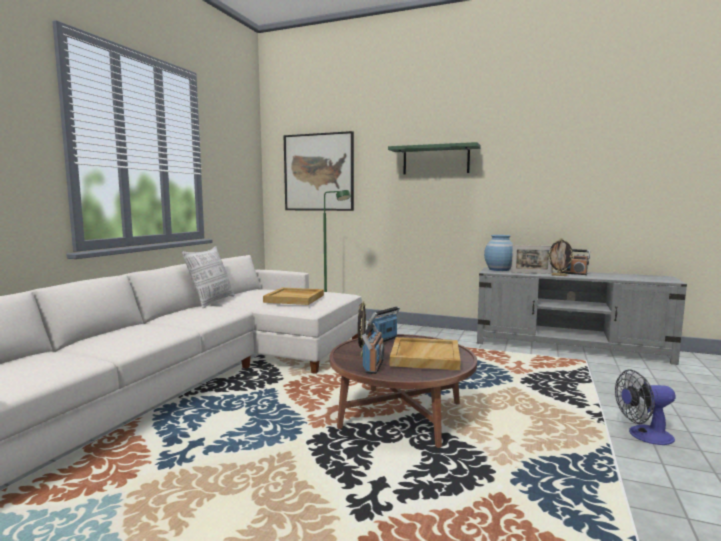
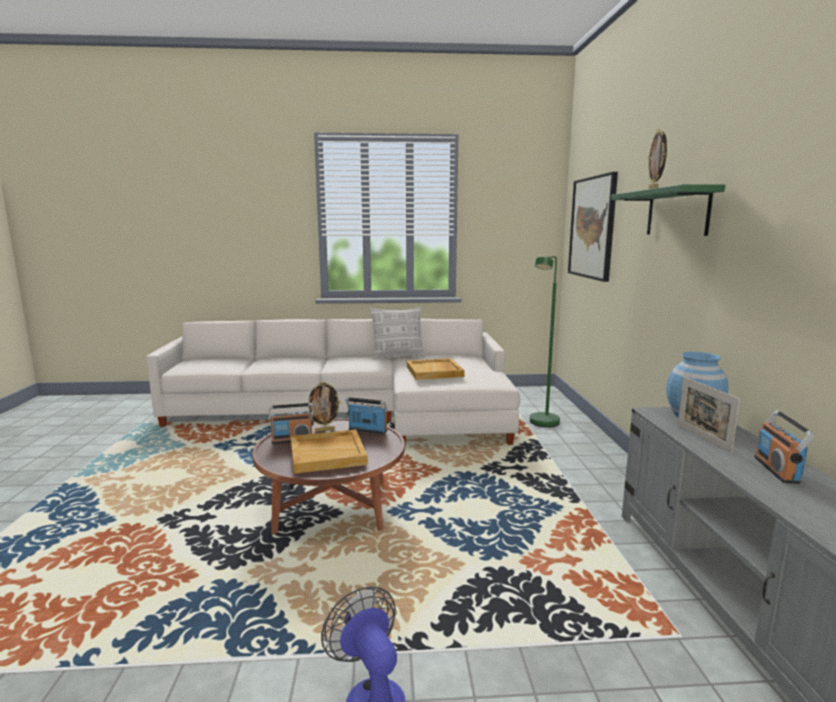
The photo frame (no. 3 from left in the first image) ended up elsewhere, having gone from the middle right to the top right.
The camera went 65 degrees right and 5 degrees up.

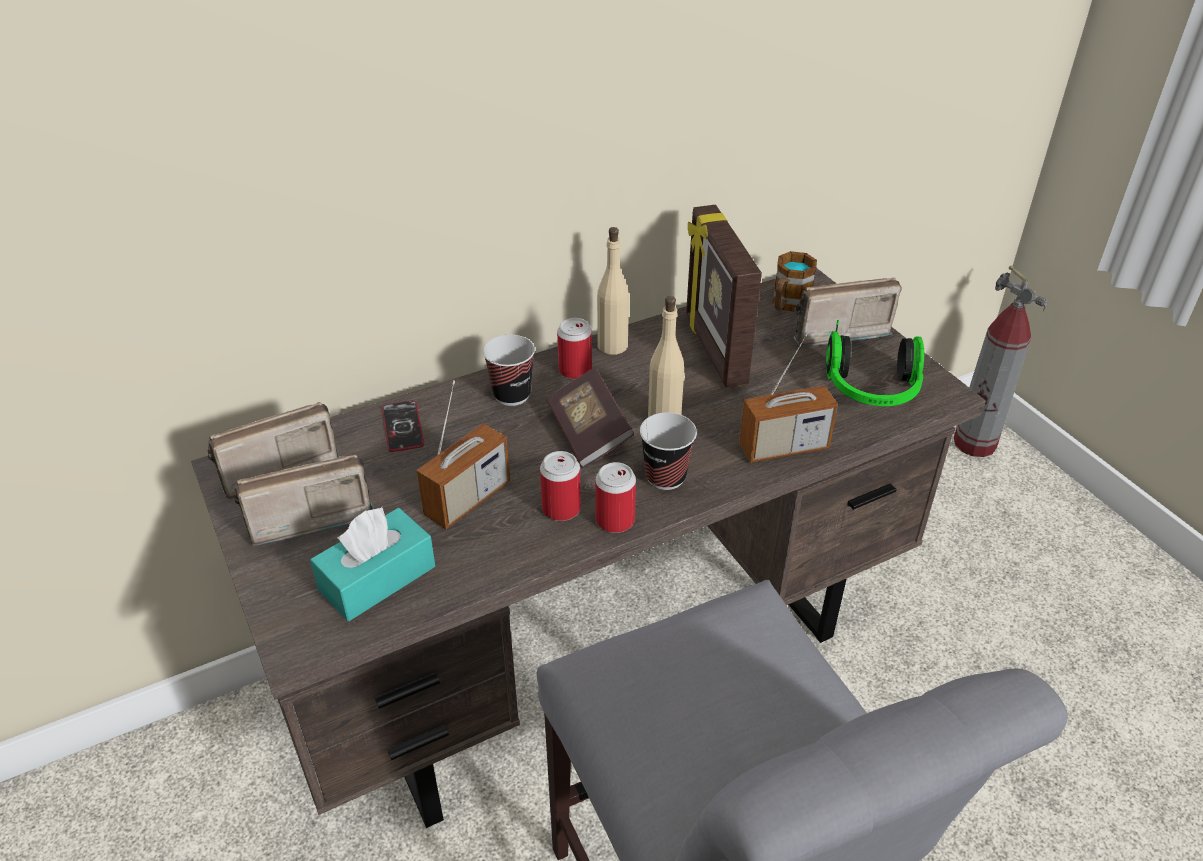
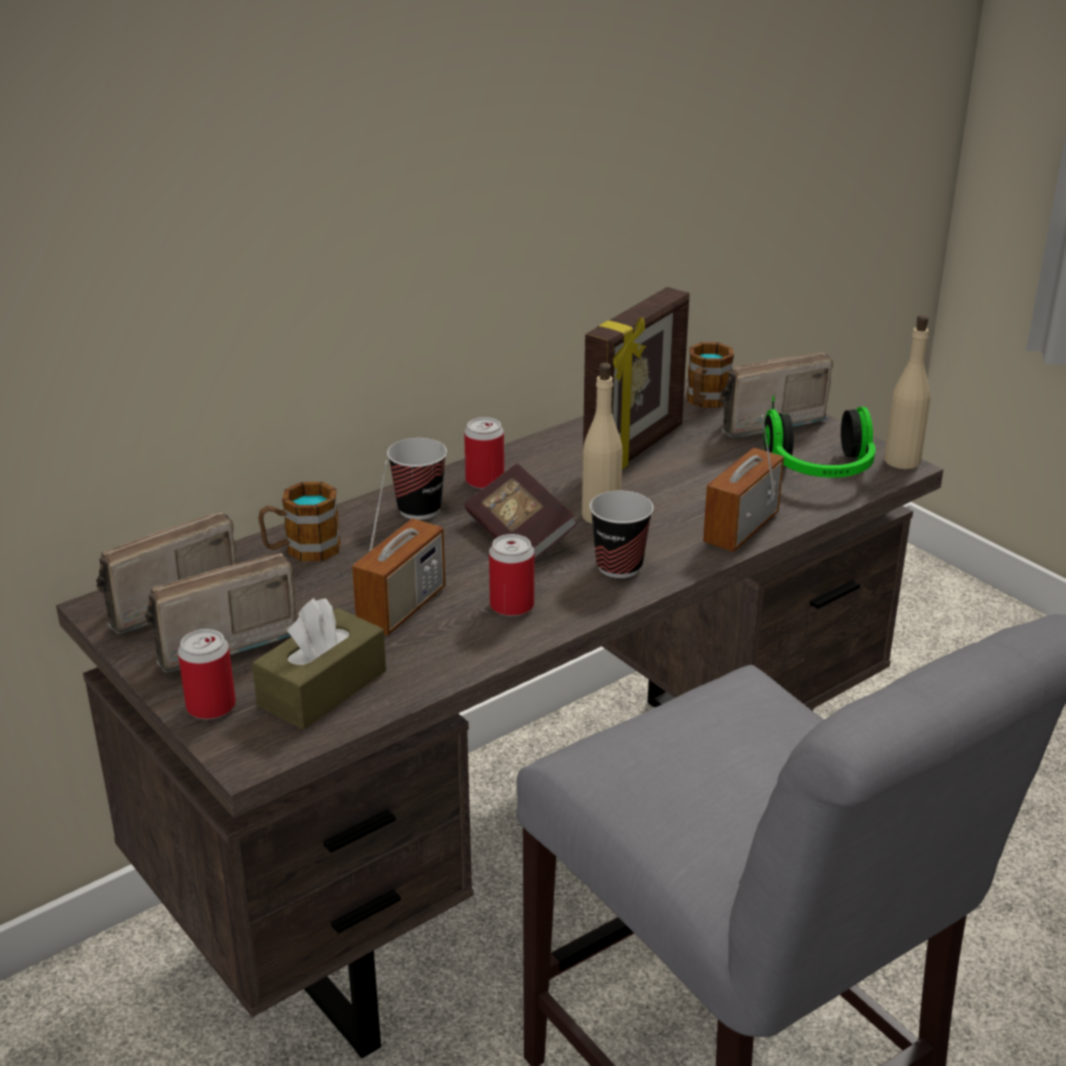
What was the tissue box (turquoise) at the middle left turned into the tissue box (brownish) at the middle left.
Where the phone stood at the centre, the tea mug (no. 1 from left) came to stand at the middle left.
The metal can (no. 3 from left in the first image) ended up elsewhere, having gone from the centre to the middle left.
The drink bottle (sand-coloured) (no. 1 from left in the first image) ended up elsewhere, having gone from the centre to the middle right.
The photo frame at the centre ended up facing another way, 120 degrees counterclockwise from before.
The radio receiver (no. 4 from left) at the centre ended up facing another way, 150 degrees clockwise from before.
The second view lost the fire-fighting cylinder at the middle right.
The camera went 10 degrees left and 10 degrees down.

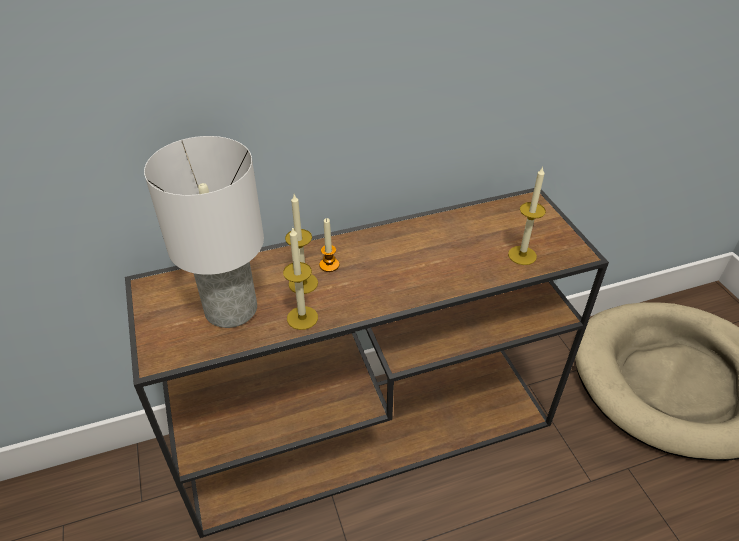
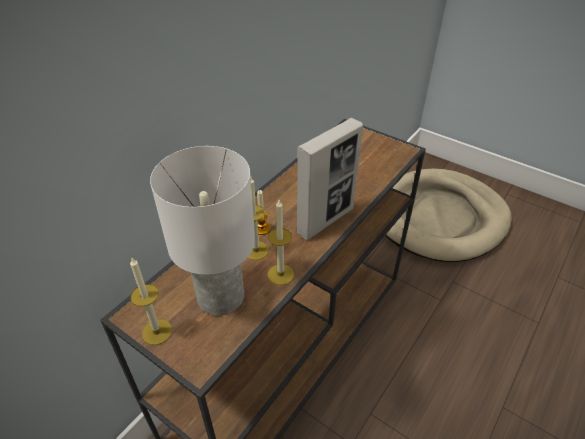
The candle (no. 4 from left in the first image) ended up elsewhere, having gone from the middle right to the bottom left.
The second view gained the photo frame at the centre.
The camera went 35 degrees left and 0 degrees up.

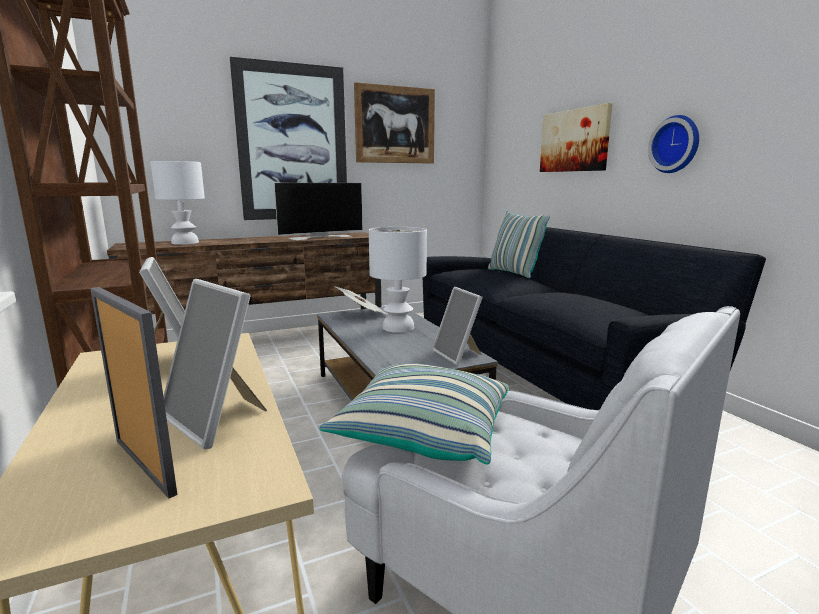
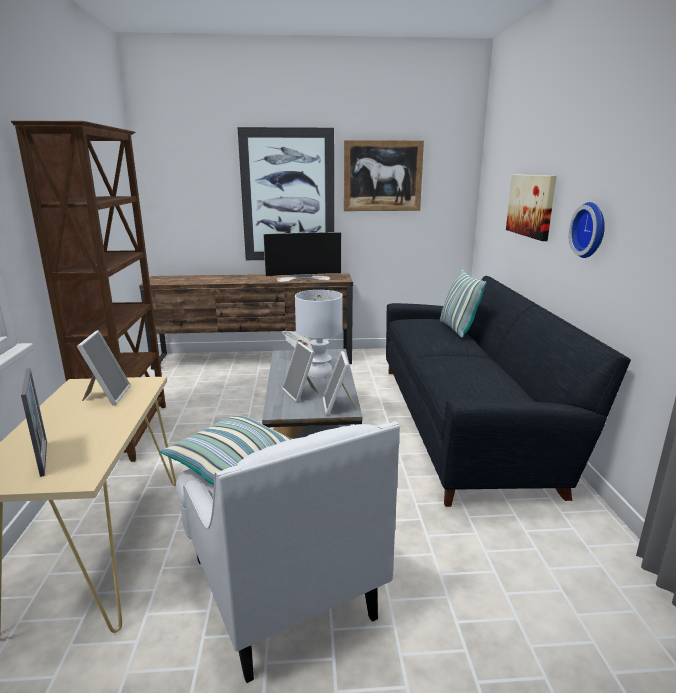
The second view lost the tabletop lamp (white-coloured) (no. 1 from left) at the top left.
The photo frame (no. 3 from left) ended up elsewhere, having gone from the middle left to the centre.
The camera went 20 degrees right and 5 degrees up.

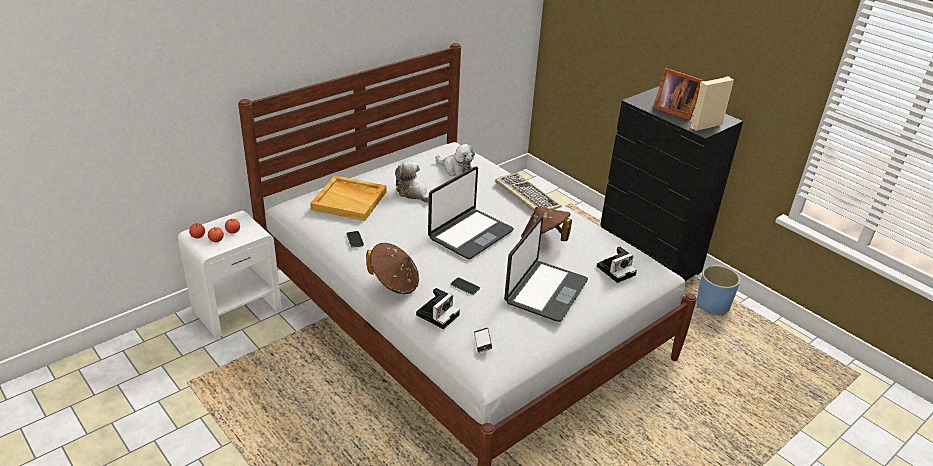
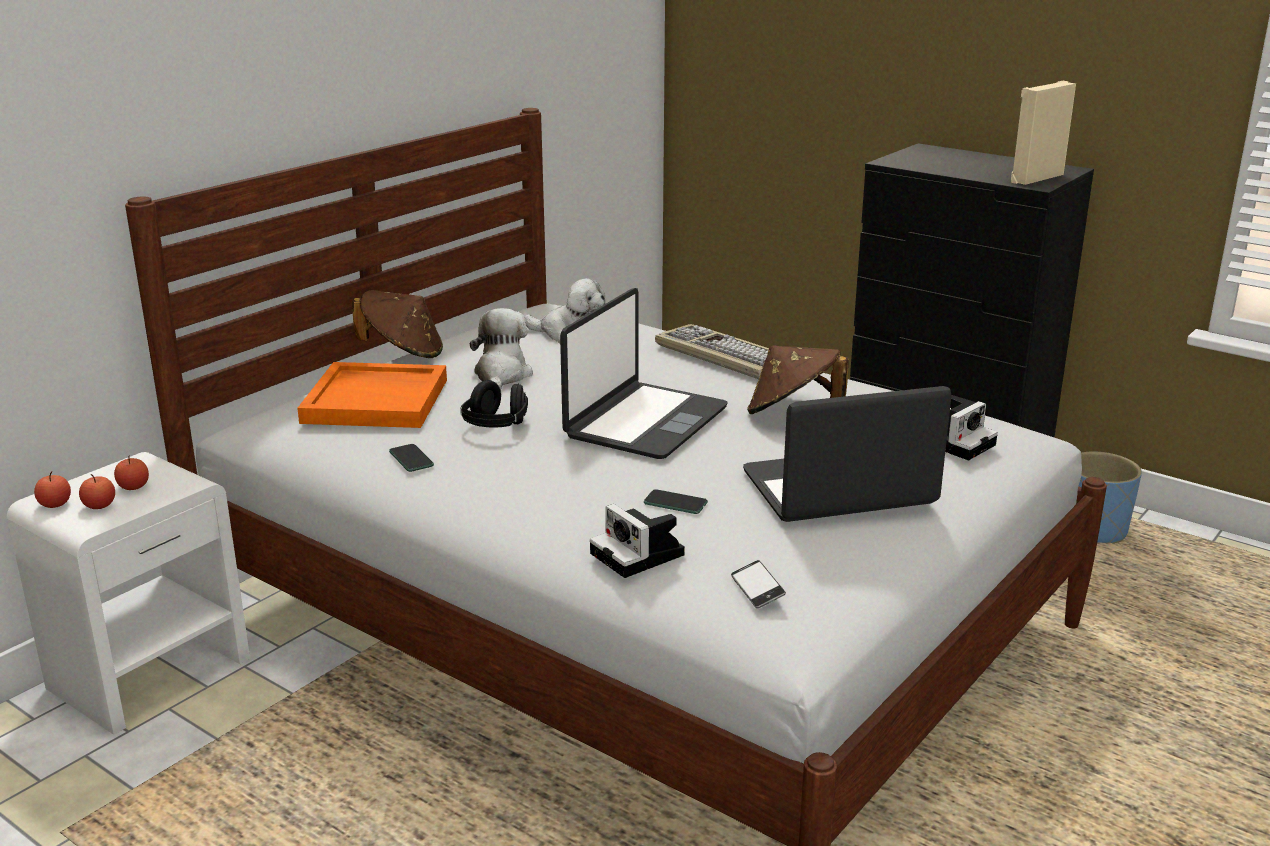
What was the tray (sand-coloured) at the centre turned into the tray (orange) at the middle left.
The wearable hat (brownish) (no. 1 from left) ended up elsewhere, having gone from the centre to the middle left.
The soft toy (no. 1 from left) at the centre ended up facing another way, 60 degrees clockwise from before.
The still camera (no. 1 from left) at the centre ended up facing another way, 120 degrees clockwise from before.
The portable computer (no. 2 from left) at the centre ended up facing another way, 120 degrees counterclockwise from before.
The second view lost the photo frame at the top right.
The second view gained the headset (blackish) at the centre.
The camera went 10 degrees left and 10 degrees down.

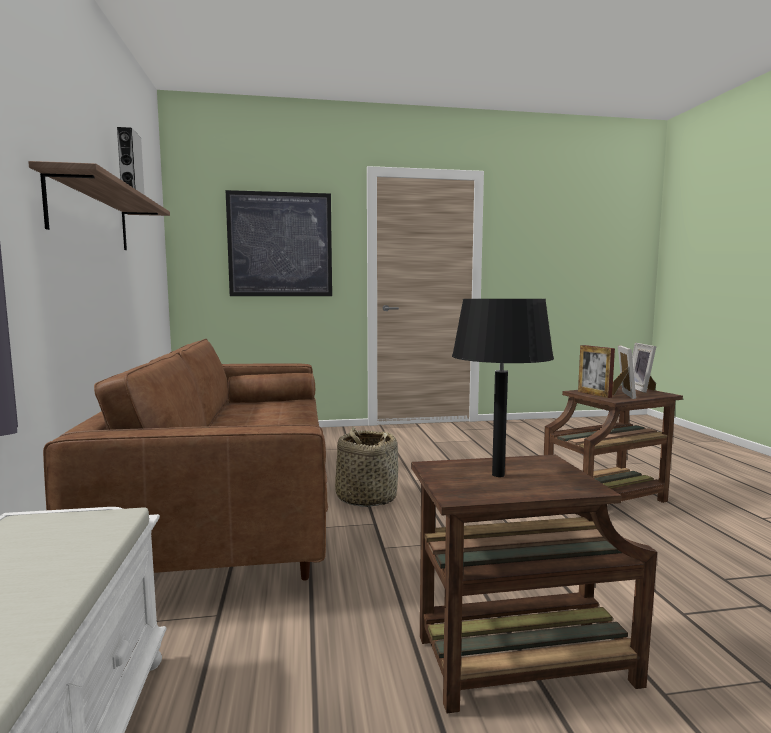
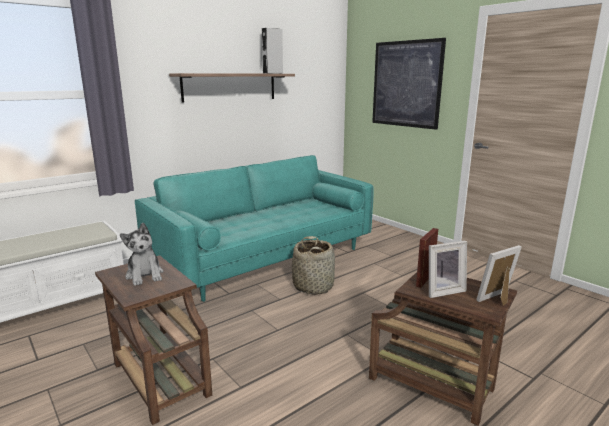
What was the sofa (brownish) at the middle left turned into the sofa (turquoise) at the centre.
Where the tabletop lamp (blackish) stood at the centre, the soft toy came to stand at the middle left.
The camera went 60 degrees right and 10 degrees up.

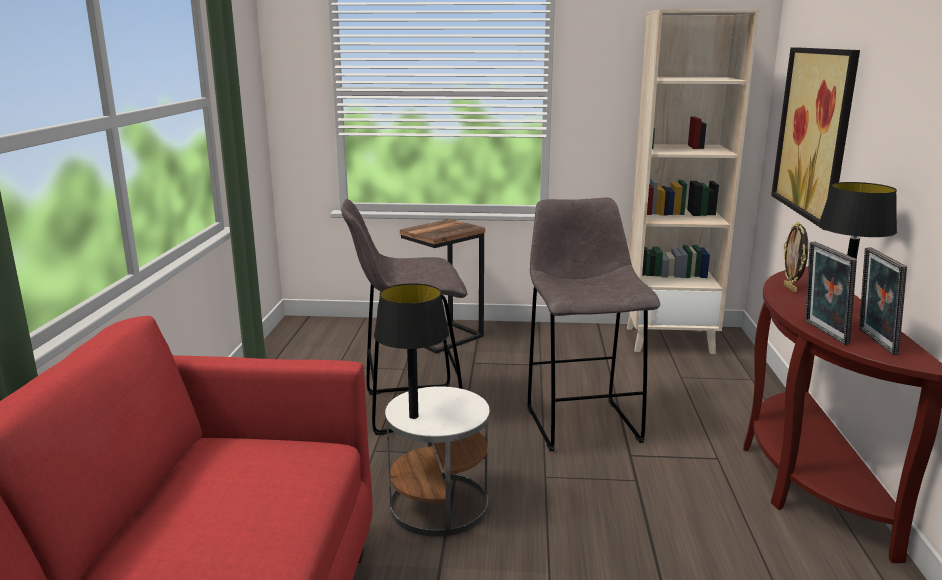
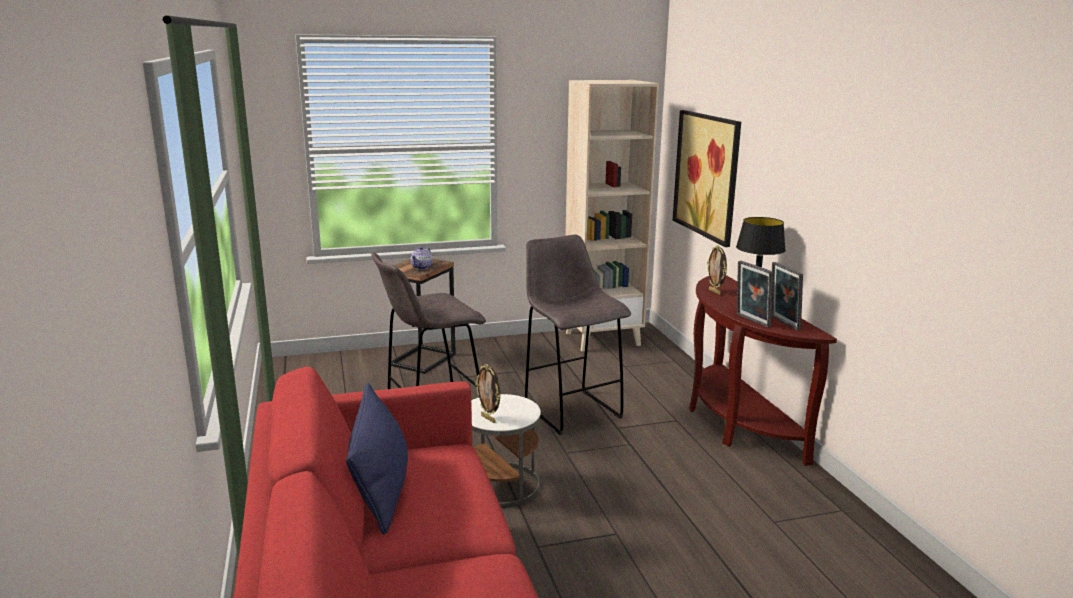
Where the tabletop lamp (blackish) (no. 1 from left) stood at the centre, the photo frame (no. 1 from left) came to stand at the centre.
The second view gained the pillow (blue-coloured) at the bottom centre.
The second view gained the tea pot at the centre.
The camera went 20 degrees left and 0 degrees up.

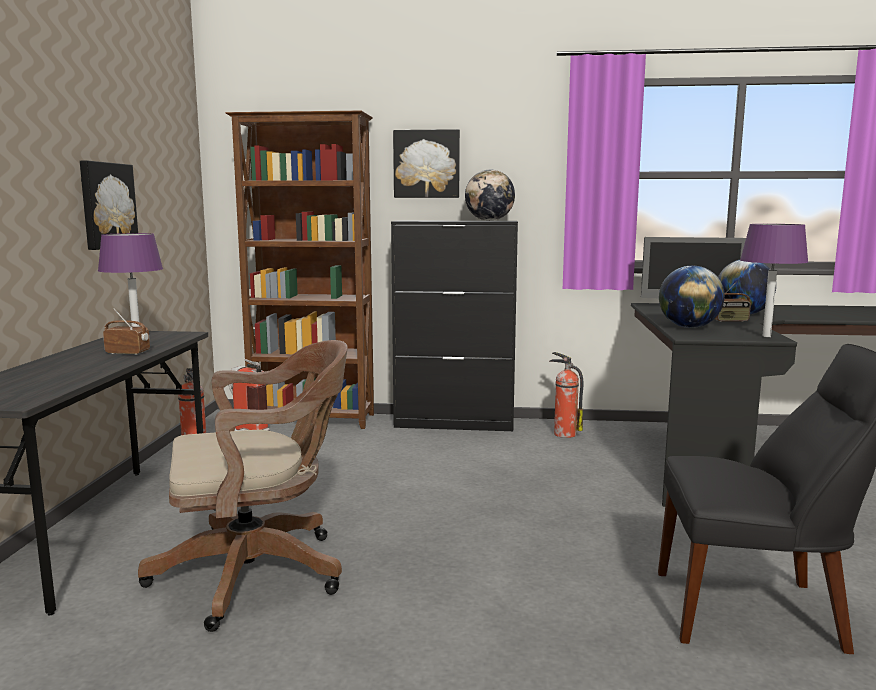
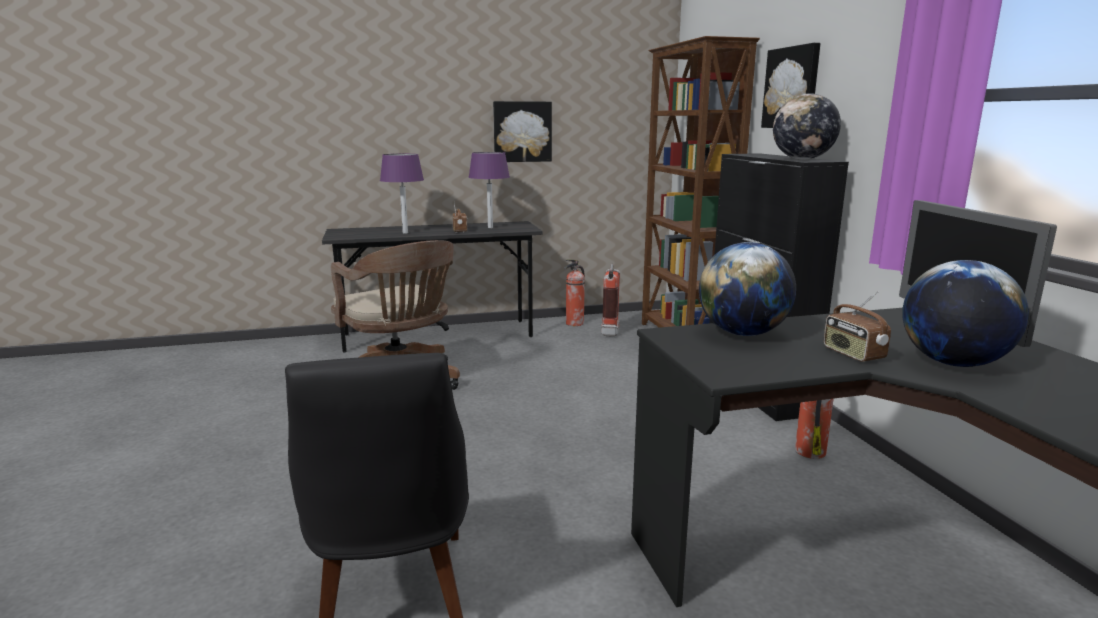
The tabletop lamp (purple-coloured) (no. 2 from left in the first image) ended up elsewhere, having gone from the middle right to the top centre.
The camera went 70 degrees right and 5 degrees up.

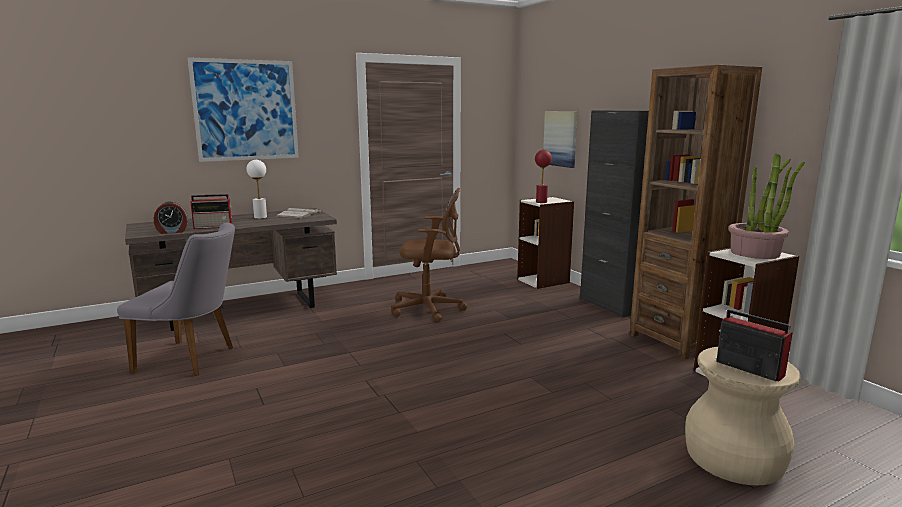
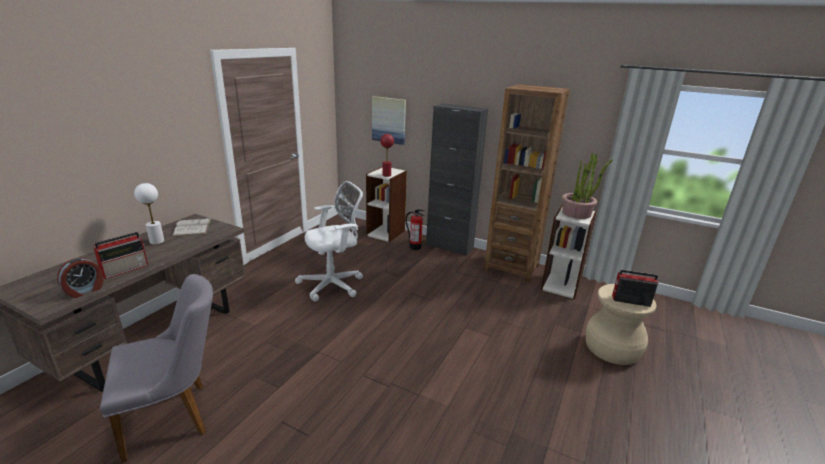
The second view lost the wall picture (no. 1 from left) at the top left.
What was the office chair (brownish) at the centre turned into the office chair (white-coloured) at the centre.
The second view gained the fire-fighting cylinder at the centre.
The camera went 35 degrees left and 10 degrees up.

